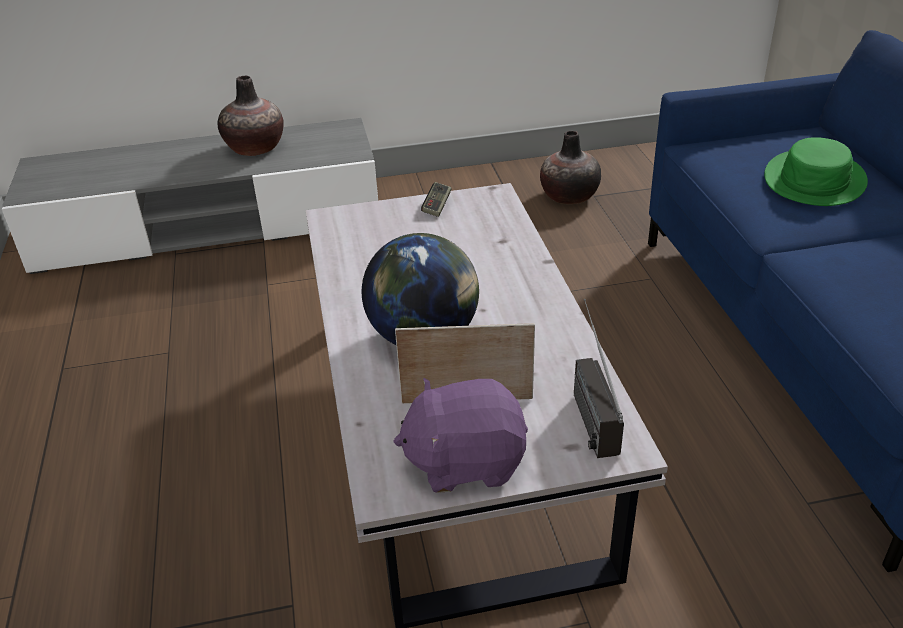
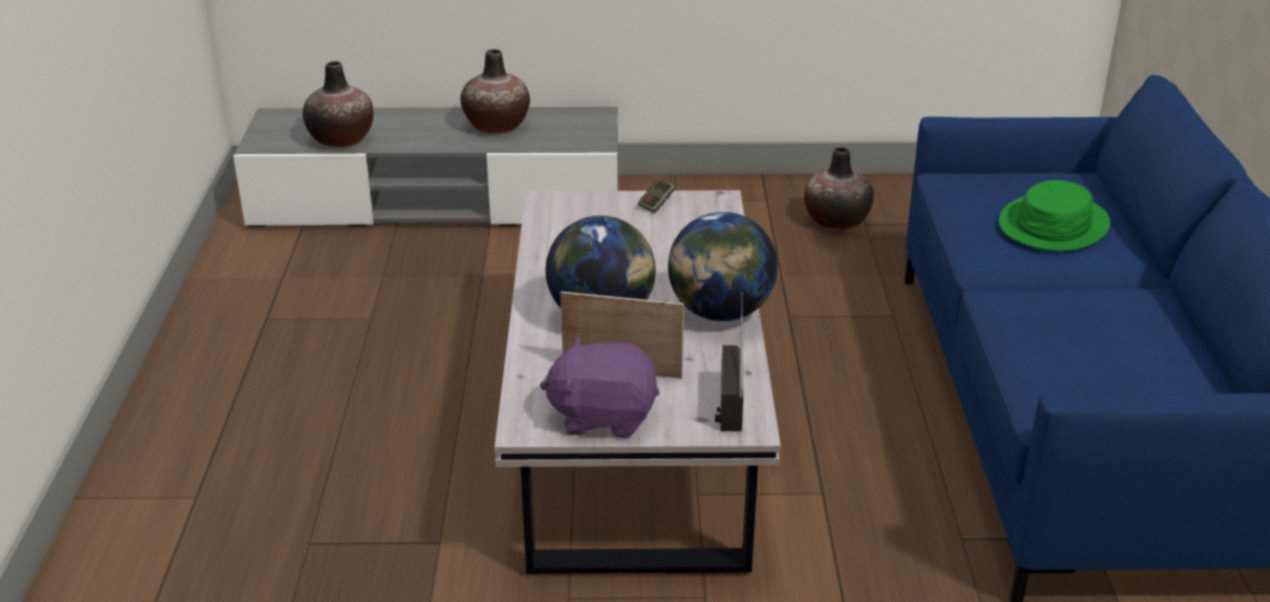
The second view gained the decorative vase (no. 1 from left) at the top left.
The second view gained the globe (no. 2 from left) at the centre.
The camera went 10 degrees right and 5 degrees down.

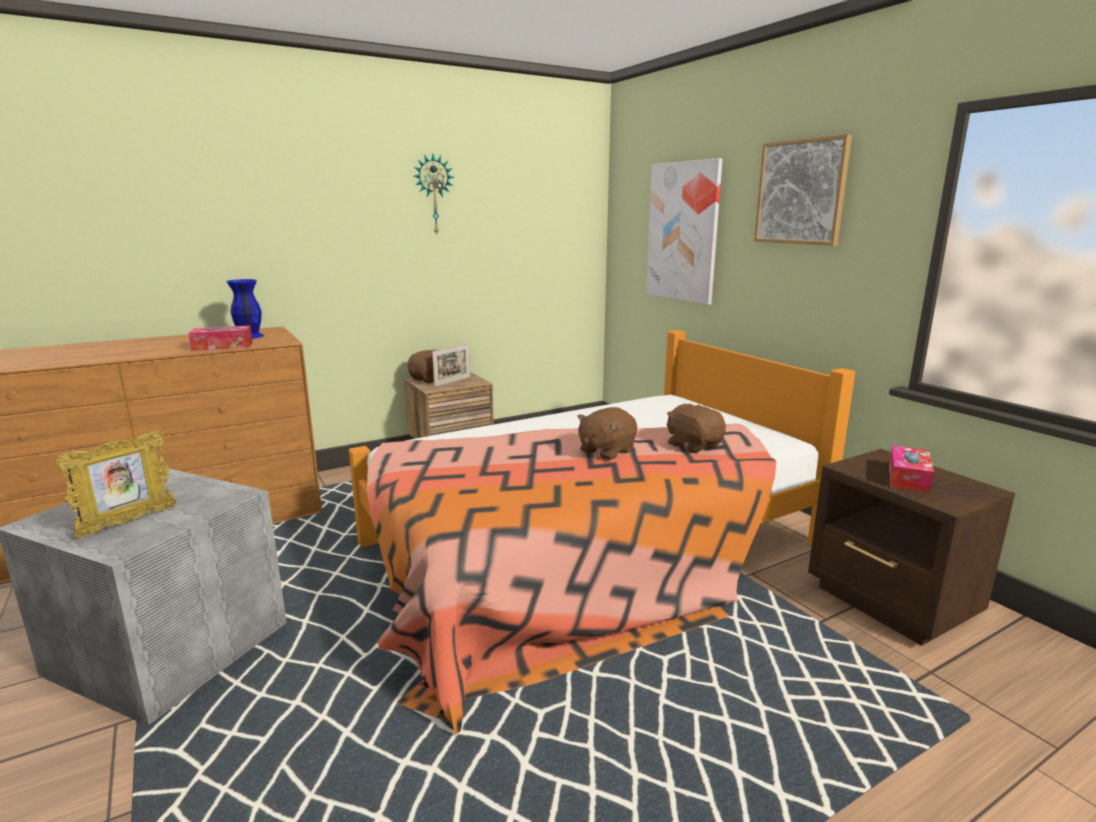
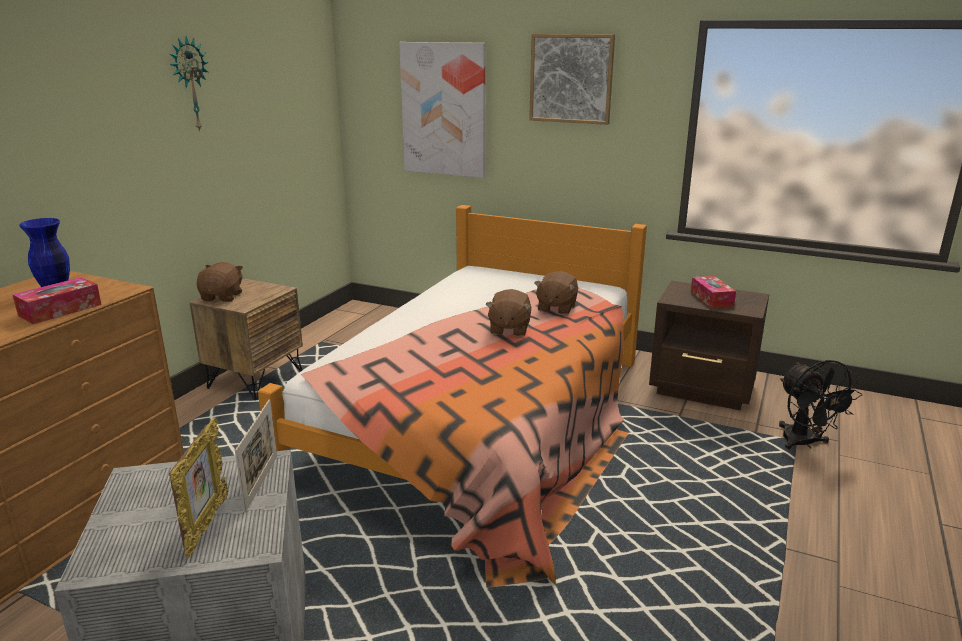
The photo frame (no. 2 from left) ended up elsewhere, having gone from the centre to the bottom left.
The soft toy (brownish) (no. 3 from left) at the centre ended up facing another way, 90 degrees counterclockwise from before.
The second view gained the fan (blackish) at the middle right.
The camera went 35 degrees left and 5 degrees up.

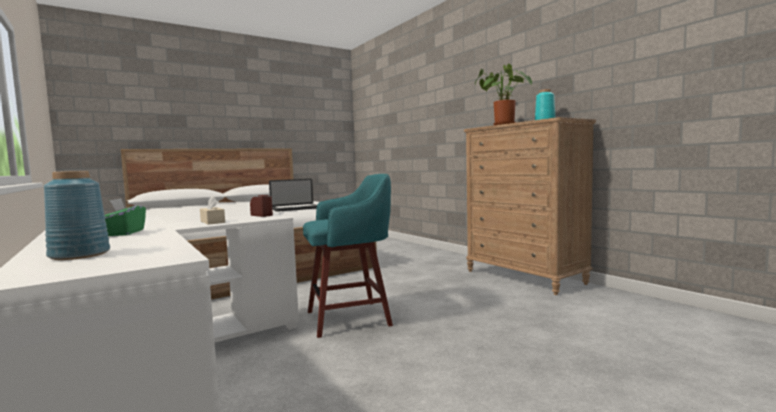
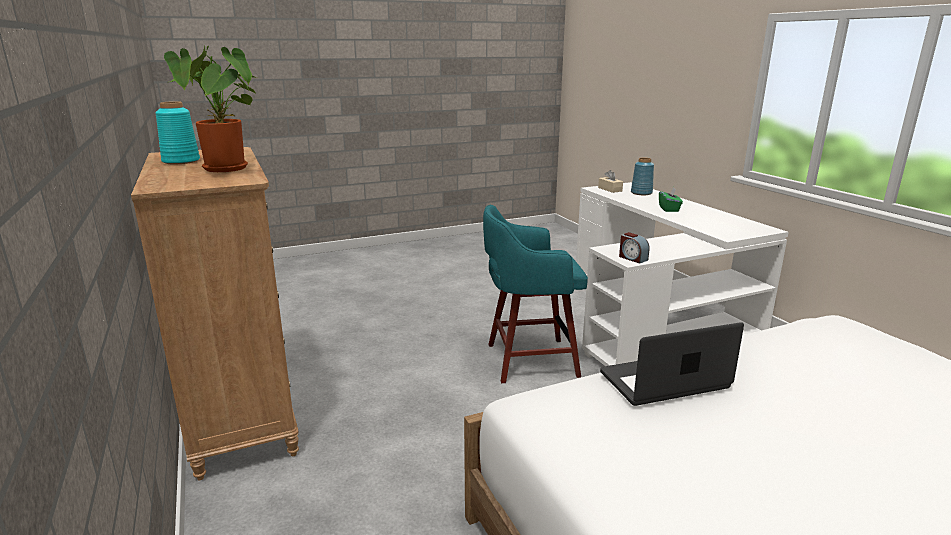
The tissue box (sand-coloured) ended up elsewhere, having gone from the middle left to the centre.
The camera went 170 degrees left and 15 degrees up.

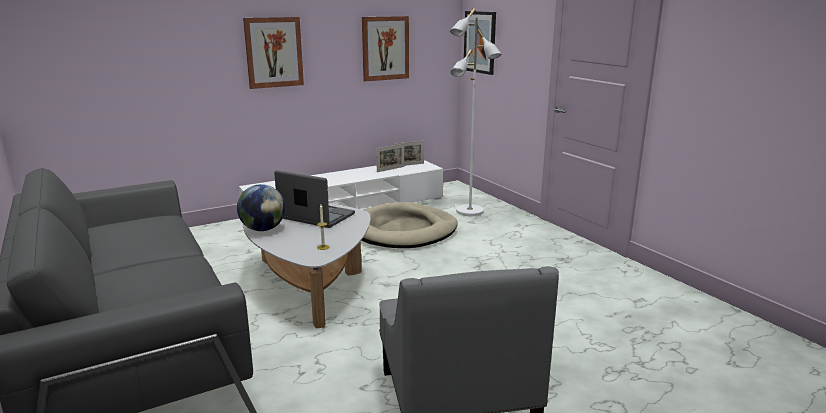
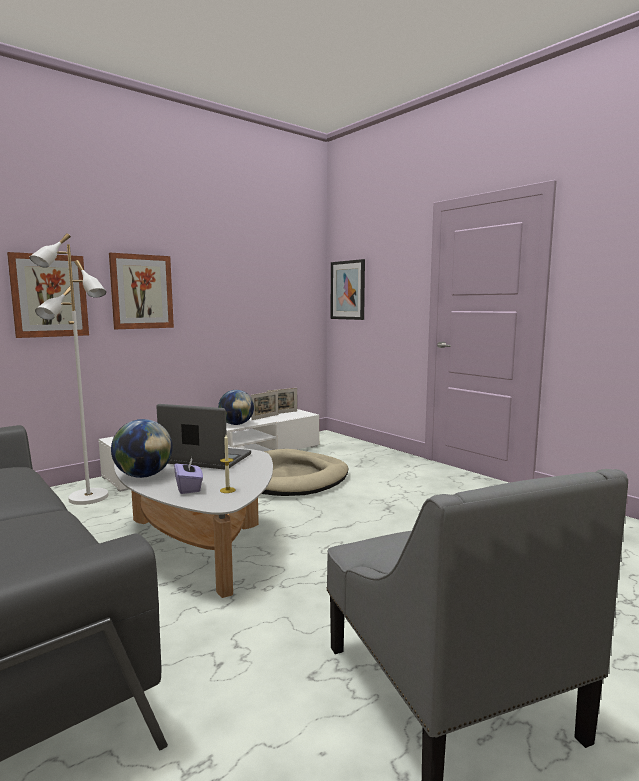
The wall picture (no. 2 from left in the first image) ended up elsewhere, having gone from the top centre to the middle left.
The floor lamp (white-coloured) ended up elsewhere, having gone from the top centre to the middle left.
The second view gained the tissue box (purple-coloured) at the middle left.
The second view gained the globe (no. 2 from left) at the centre.
The camera went 10 degrees left and 10 degrees down.

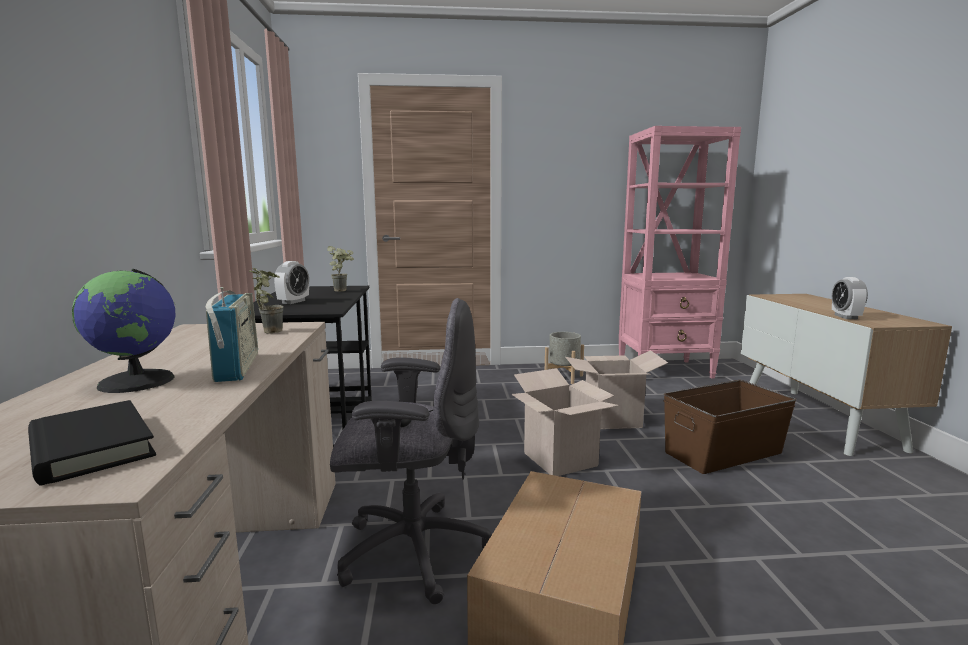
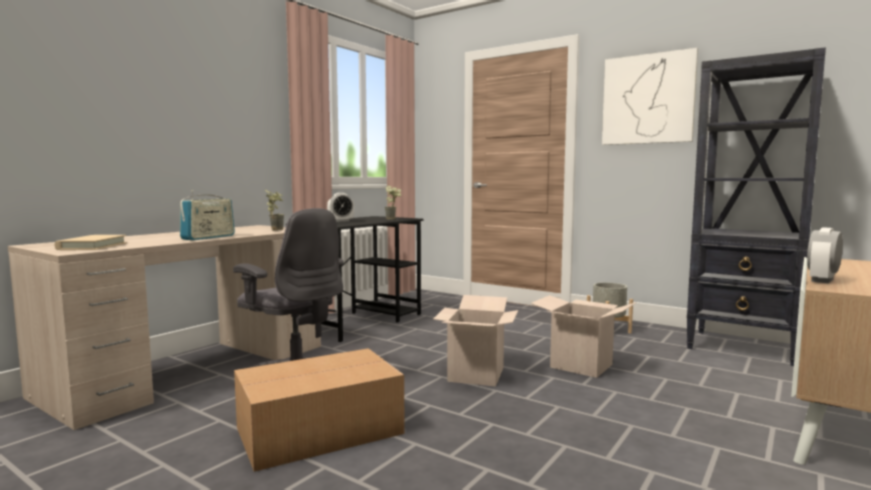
What was the book (blackish) at the bottom left turned into the book (sand-coloured) at the middle left.
The second view lost the globe at the middle left.
What was the bookshelf (pink-coloured) at the middle right turned into the bookshelf (blackish) at the middle right.
The second view lost the storage bin (brownish) at the middle right.
The second view gained the wall picture at the top right.
The camera went 40 degrees right and 5 degrees down.

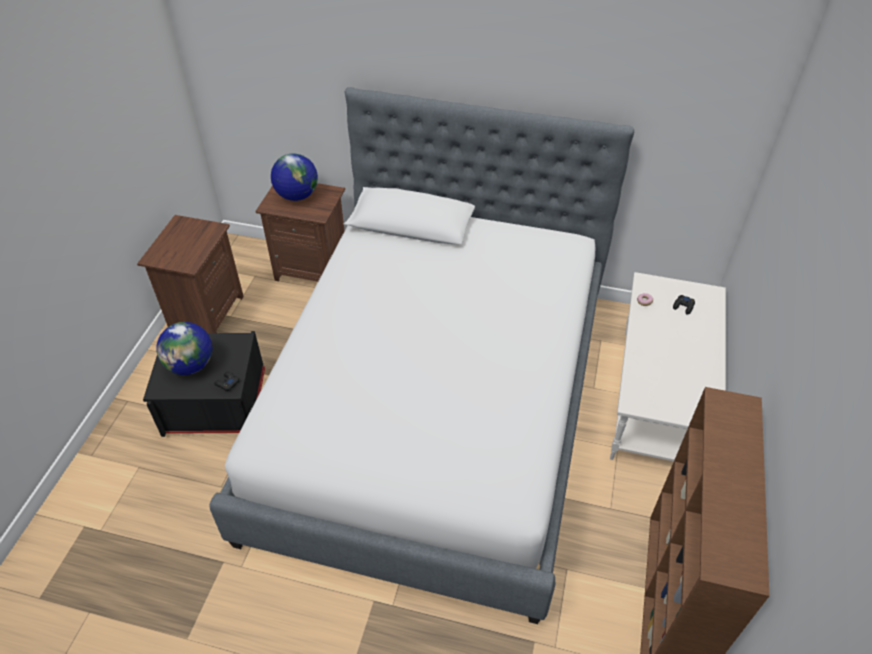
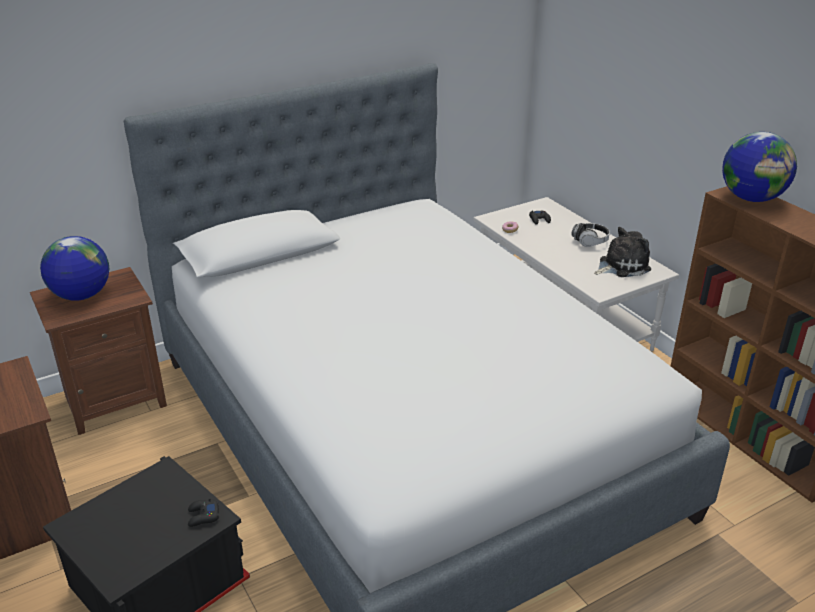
The globe (no. 1 from left in the first image) ended up elsewhere, having gone from the middle left to the top right.
The second view gained the headset at the middle right.
The second view gained the soft toy at the middle right.
The camera went 45 degrees left and 15 degrees down.

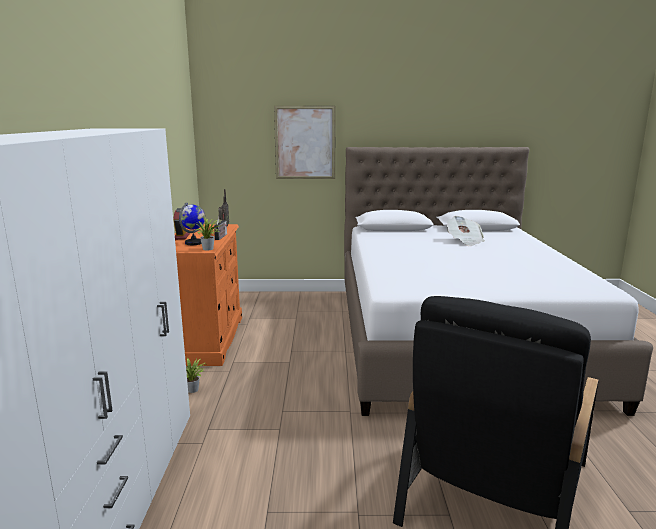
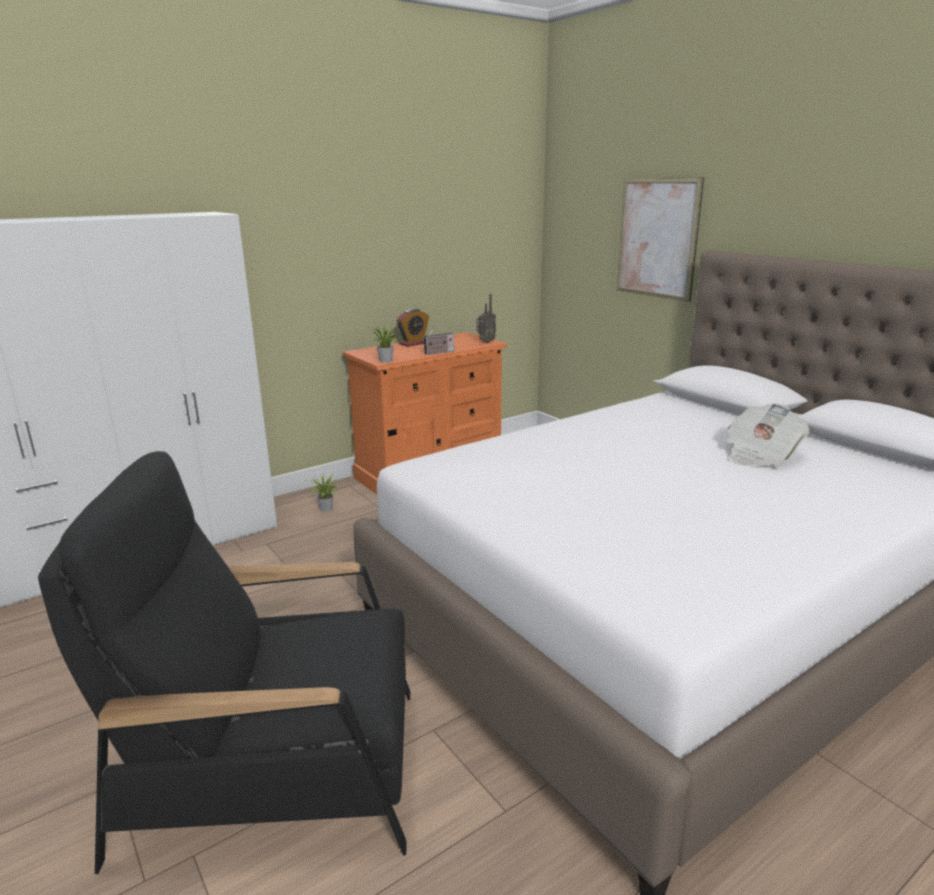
The second view lost the globe at the middle left.
The camera went 55 degrees right and 5 degrees up.

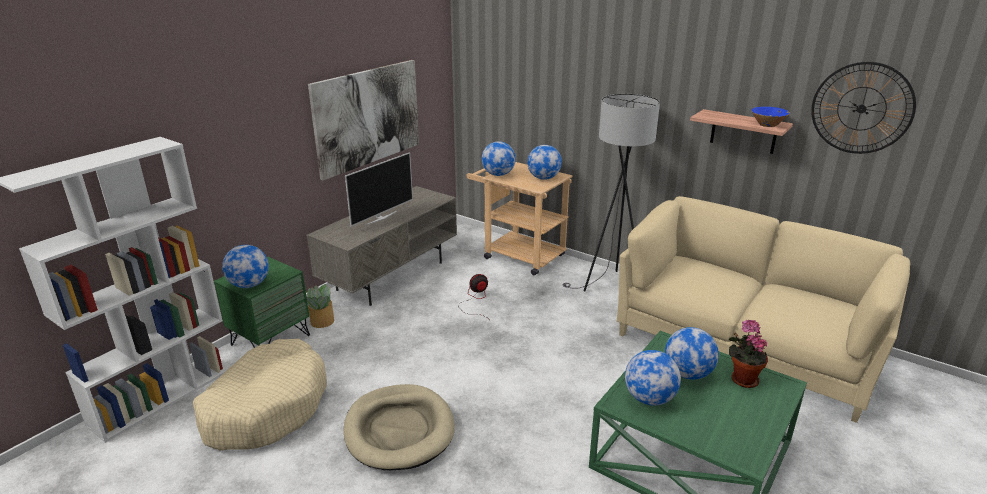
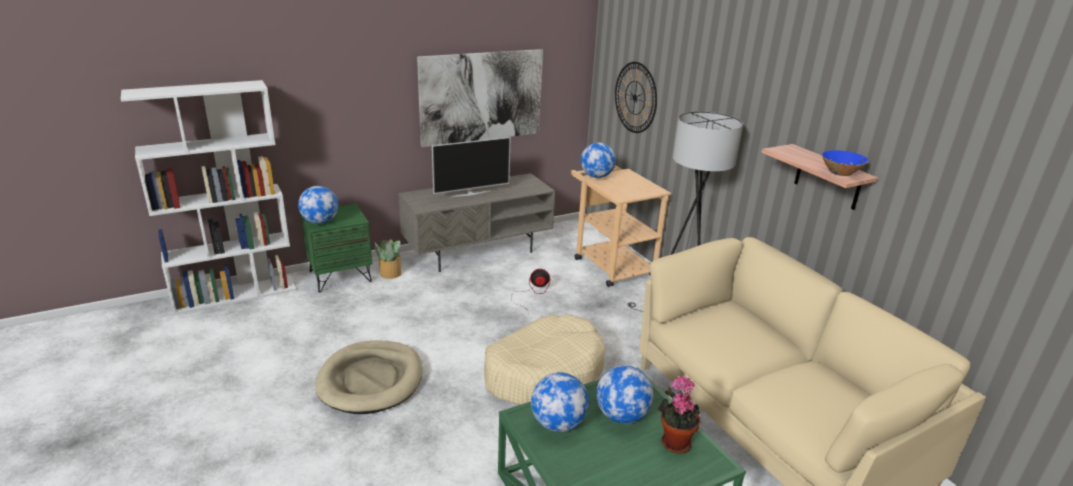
The dog bed (sand-coloured) (no. 1 from left in the first image) ended up elsewhere, having gone from the bottom left to the bottom centre.
The second view lost the globe (no. 3 from left) at the top centre.
The hanging clock ended up elsewhere, having gone from the top right to the top centre.
The camera went 25 degrees right and 0 degrees up.

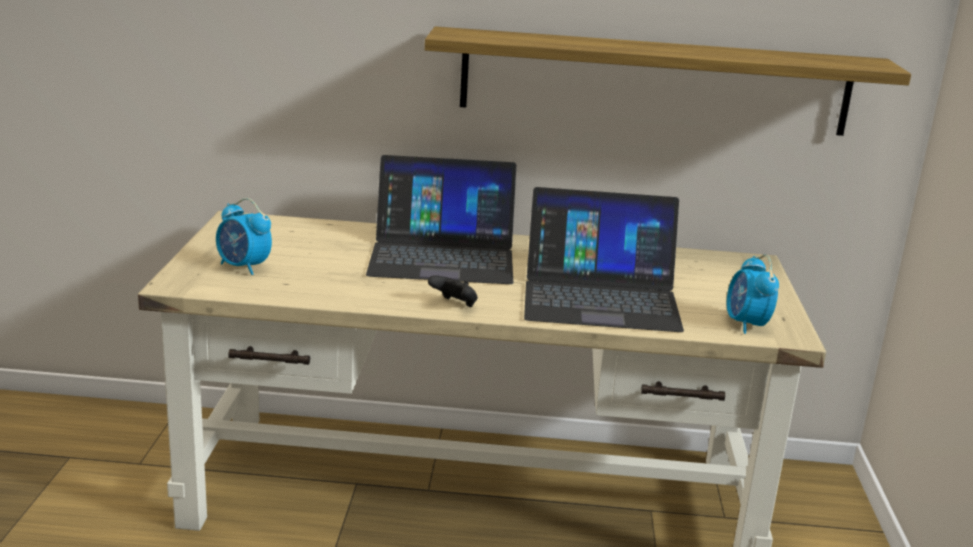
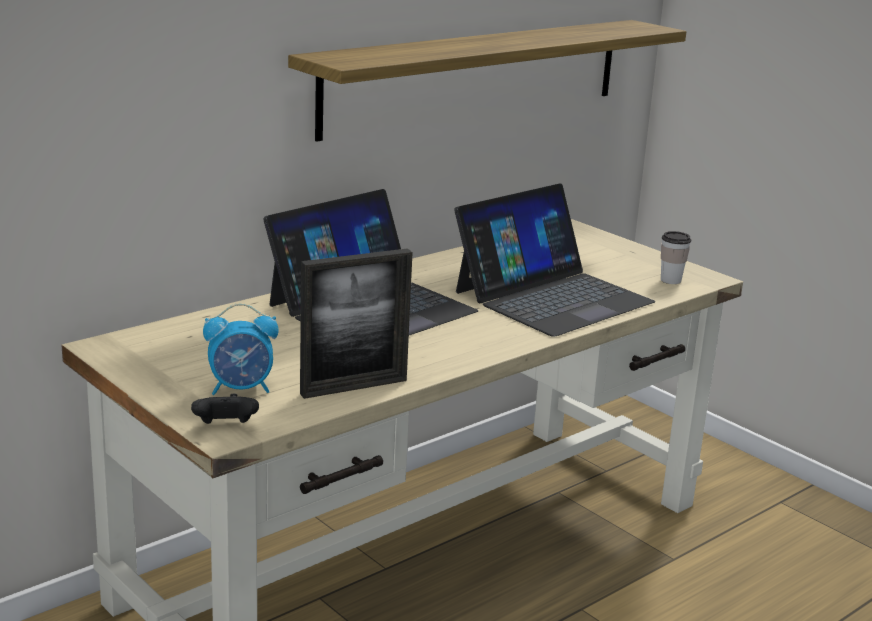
The gamepad (blackish) ended up elsewhere, having gone from the centre to the middle left.
Where the table clock (no. 2 from left) stood at the middle right, the small cup came to stand at the middle right.
The second view gained the photo frame at the centre.
The camera went 45 degrees left and 0 degrees up.

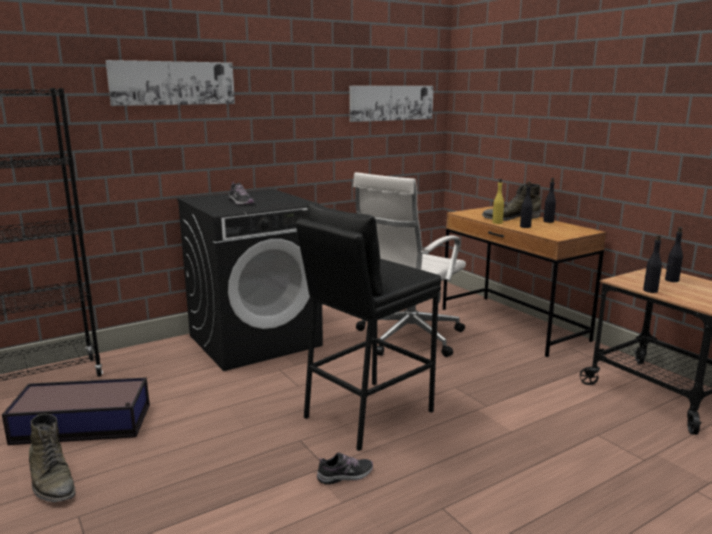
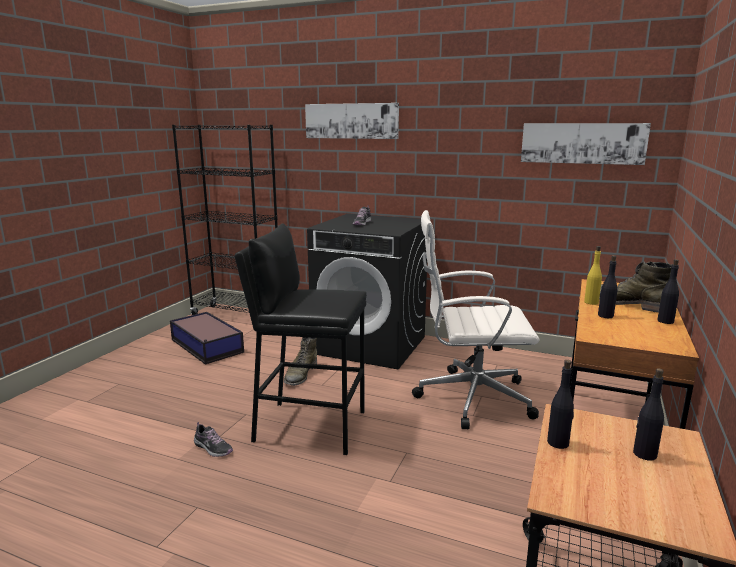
The high-top boot (green-coloured) (no. 1 from left) ended up elsewhere, having gone from the bottom left to the centre.
The camera went 55 degrees right and 0 degrees up.

